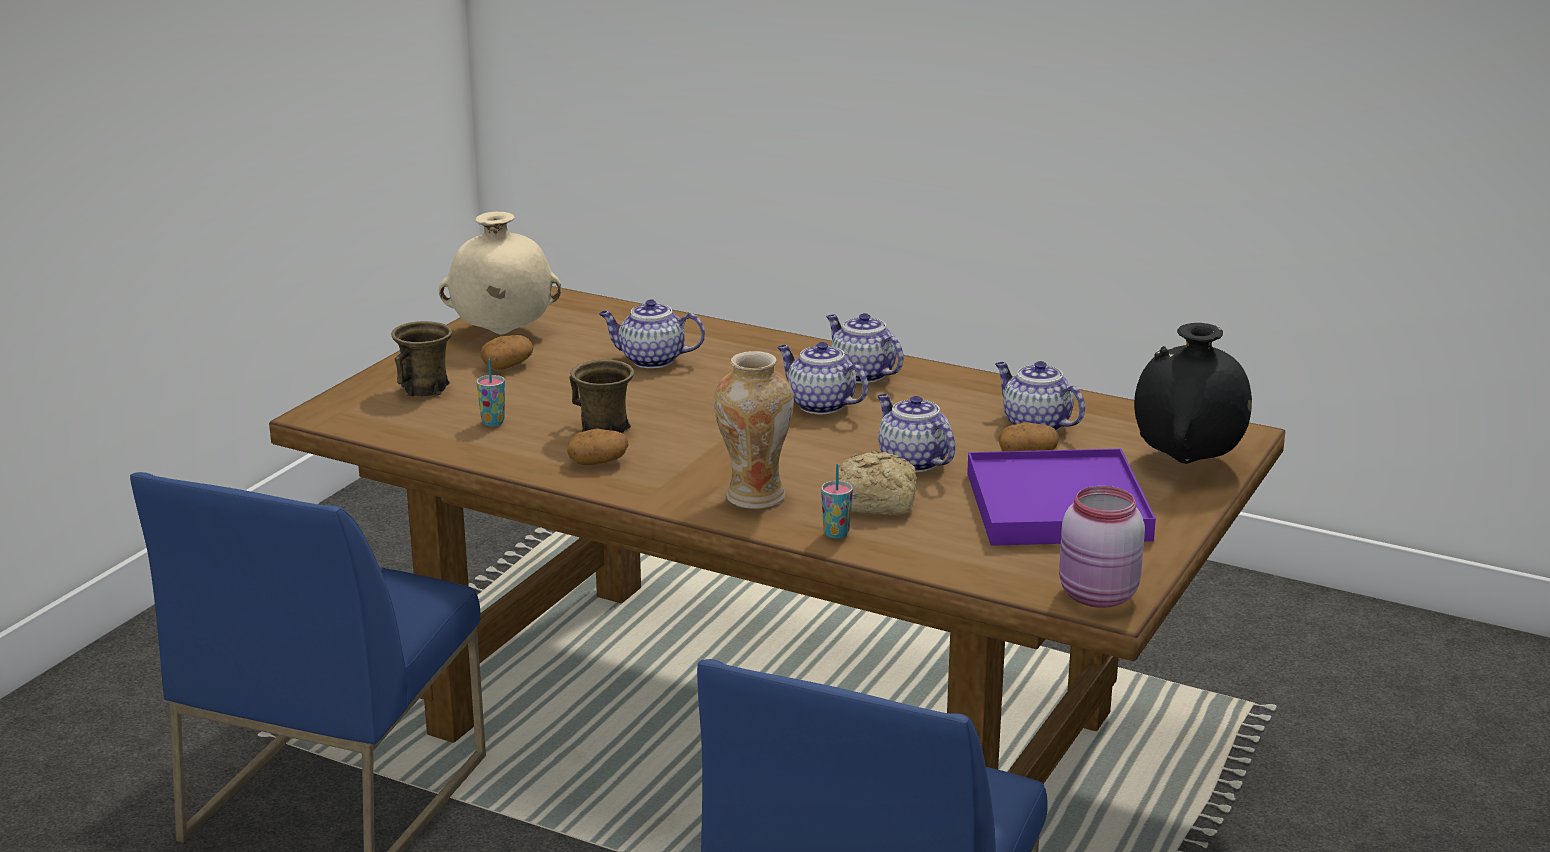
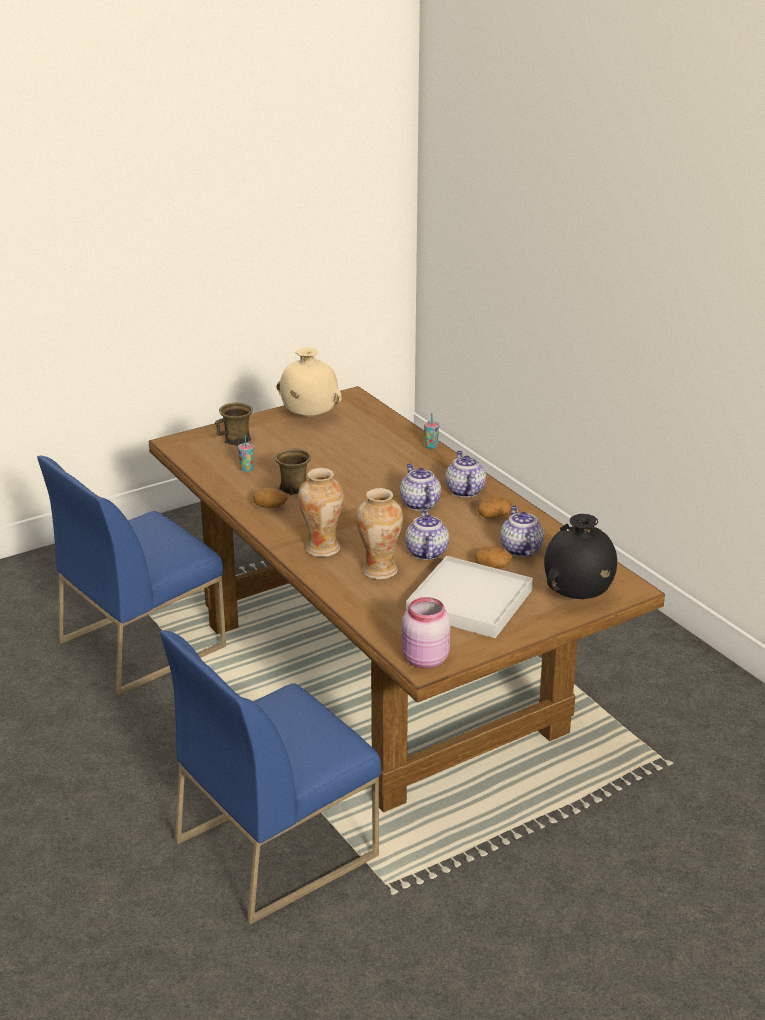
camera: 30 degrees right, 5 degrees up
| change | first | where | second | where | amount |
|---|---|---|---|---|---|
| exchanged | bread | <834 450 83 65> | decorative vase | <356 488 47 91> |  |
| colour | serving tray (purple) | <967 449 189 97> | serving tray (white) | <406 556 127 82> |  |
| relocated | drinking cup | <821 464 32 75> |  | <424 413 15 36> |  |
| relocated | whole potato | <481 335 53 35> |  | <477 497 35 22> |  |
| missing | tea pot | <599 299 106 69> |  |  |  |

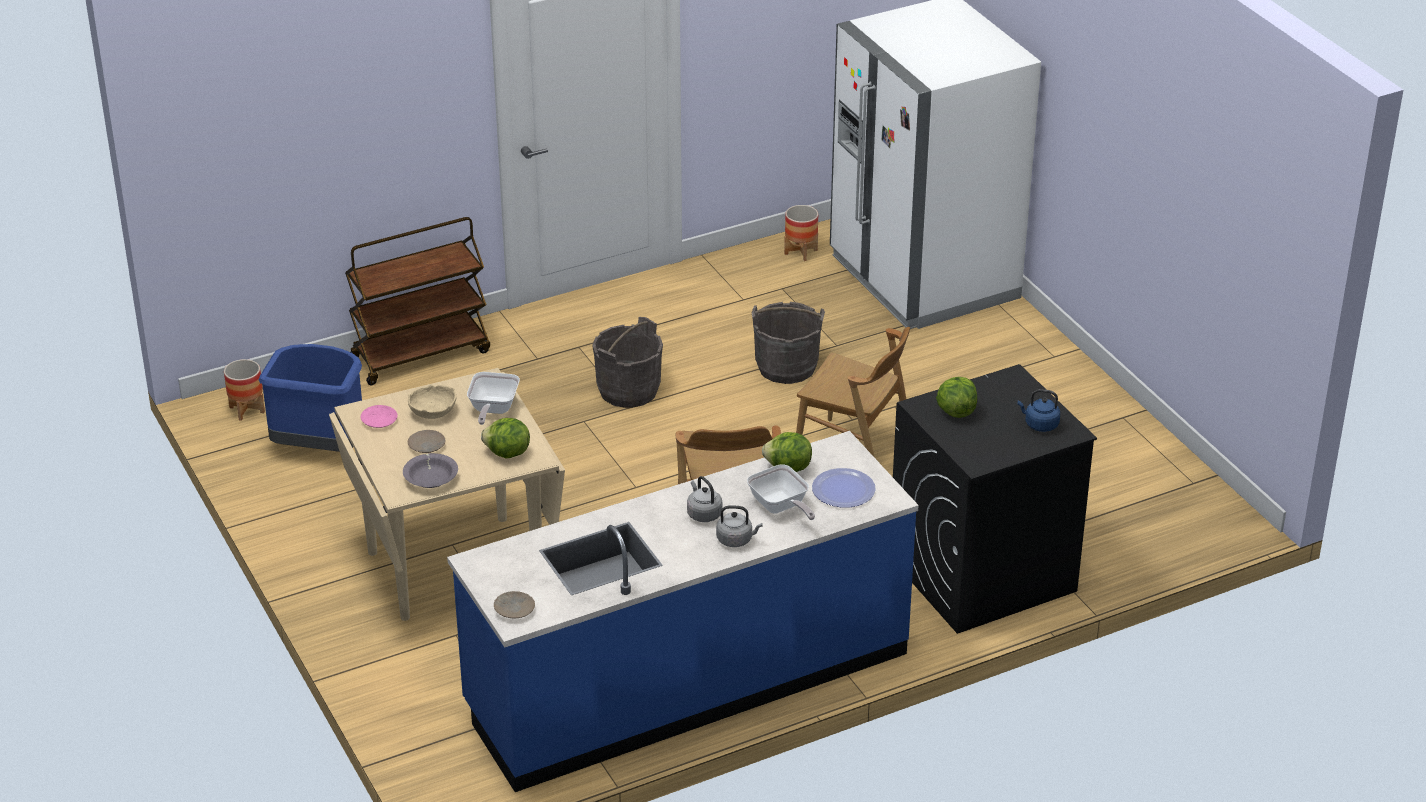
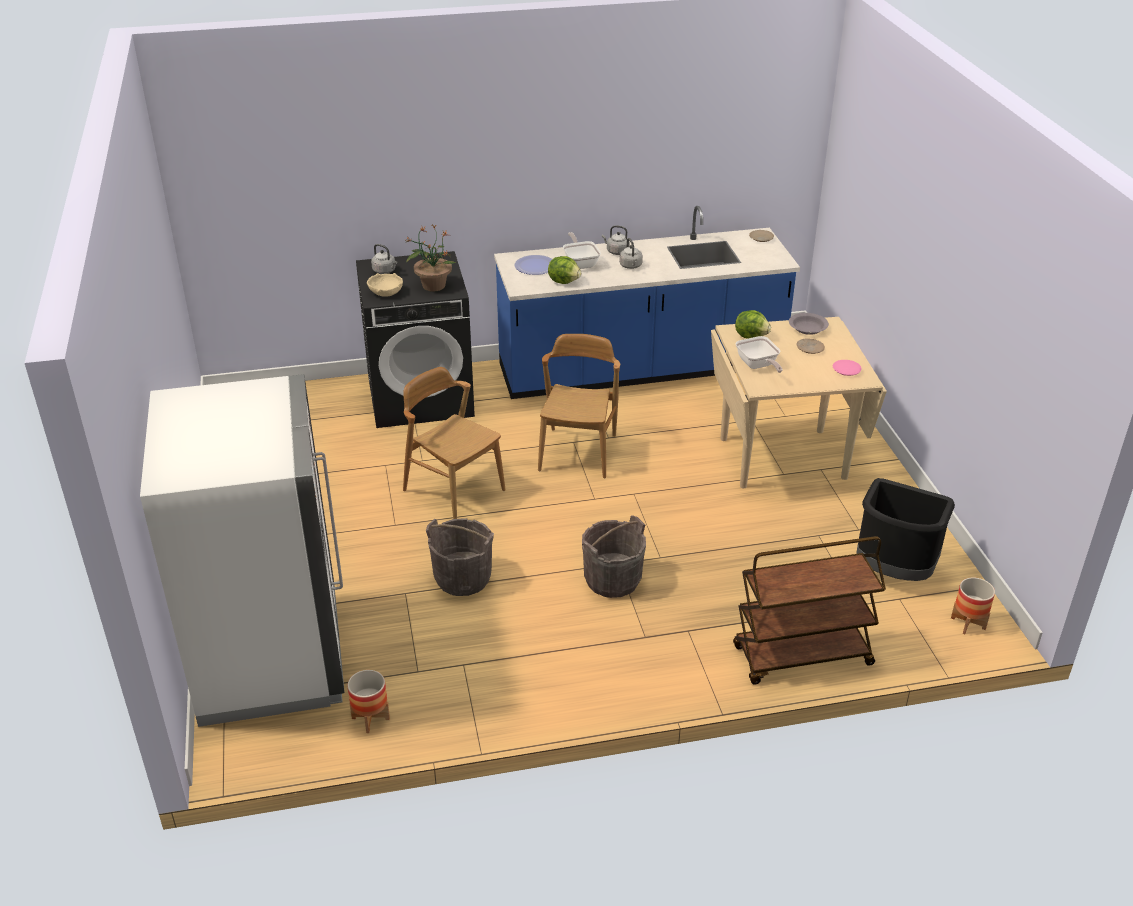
camera: 165 degrees left, 0 degrees up
| change | first | where | second | where | amount |
|---|---|---|---|---|---|
| relocated | bowl (beige) | <408 384 48 35> |  | <367 273 36 24> |  |
| colour | water kettle (blue-coloured) | <1018 389 42 43> | water kettle (greyish) | <371 244 26 30> |  |
| exchanged | lettuce | <936 377 41 41> | plant in a pot | <406 226 50 66> |  |
| spun | frying pan | <467 372 53 53> |  | <736 336 47 37> | 135 degrees clockwise |
| colour | rubbish bin (blue-coloured) | <259 344 103 108> | rubbish bin (black-coloured) | <856 478 99 103> |  |

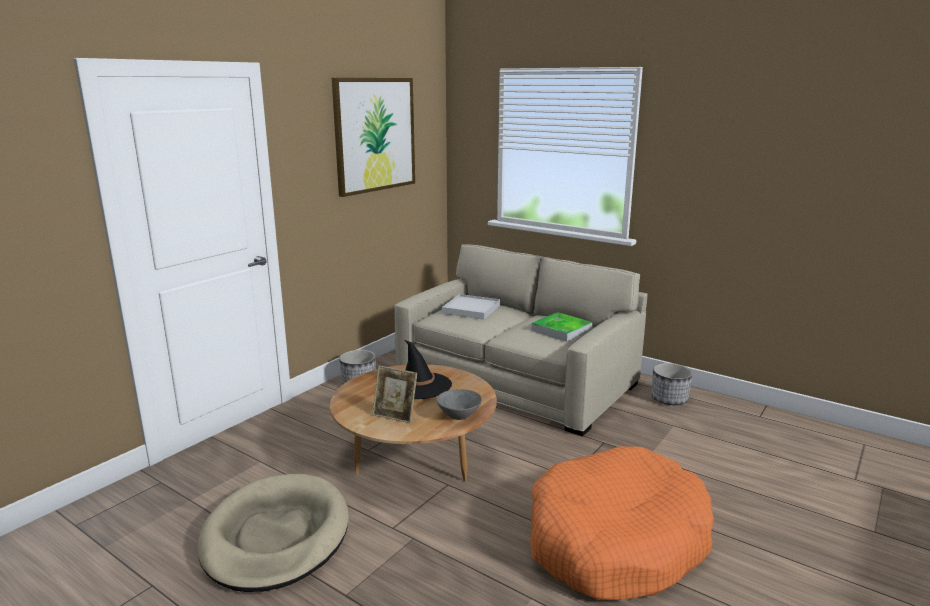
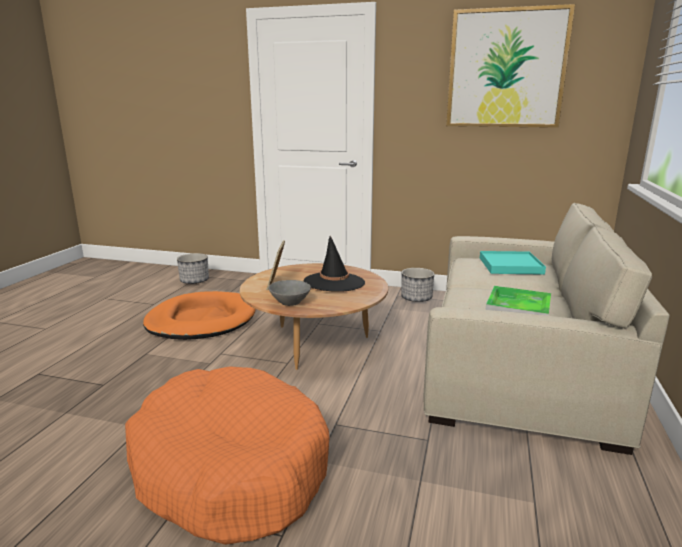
camera: 70 degrees right, 0 degrees up
| change | first | where | second | where | amount |
|---|---|---|---|---|---|
| colour | dog bed (beige) | <198 474 151 118> | dog bed (orange) | <143 291 113 49> |  |
| relocated | plant pot | <651 363 42 42> |  | <177 253 32 31> |  |
| colour | serving tray (white) | <442 294 58 26> | serving tray (blue-green) | <480 251 66 24> |  |

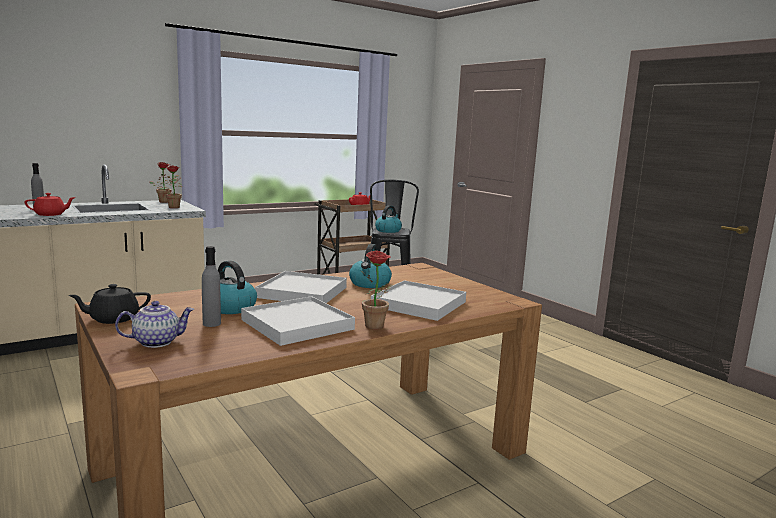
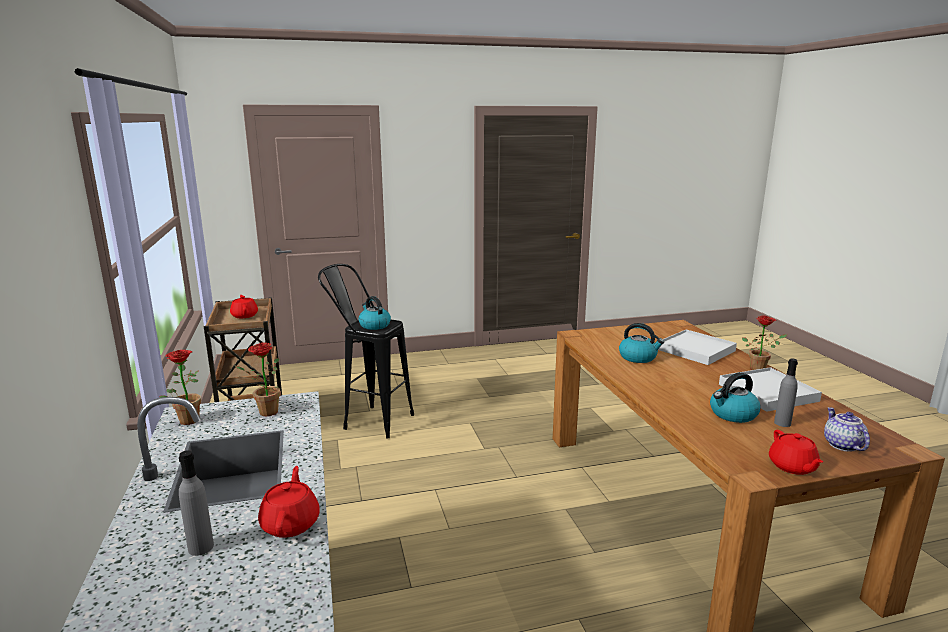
camera: 70 degrees left, 5 degrees up
| change | first | where | second | where | amount |
|---|---|---|---|---|---|
| colour | tea pot (black-coloured) | <68 284 83 40> | tea pot (red-coloured) | <769 430 54 45> |  |
| missing | serving tray (white) | <255 271 92 32> |  |  |  |

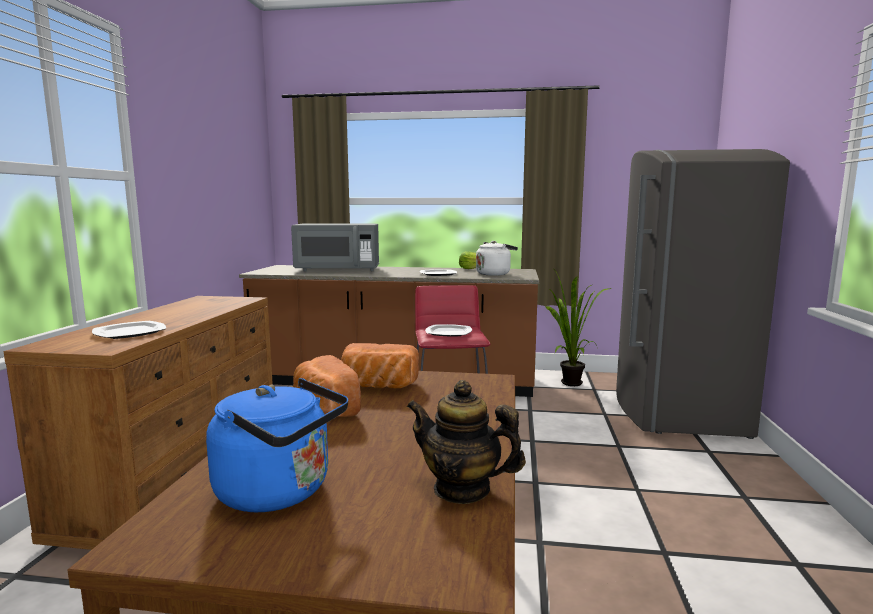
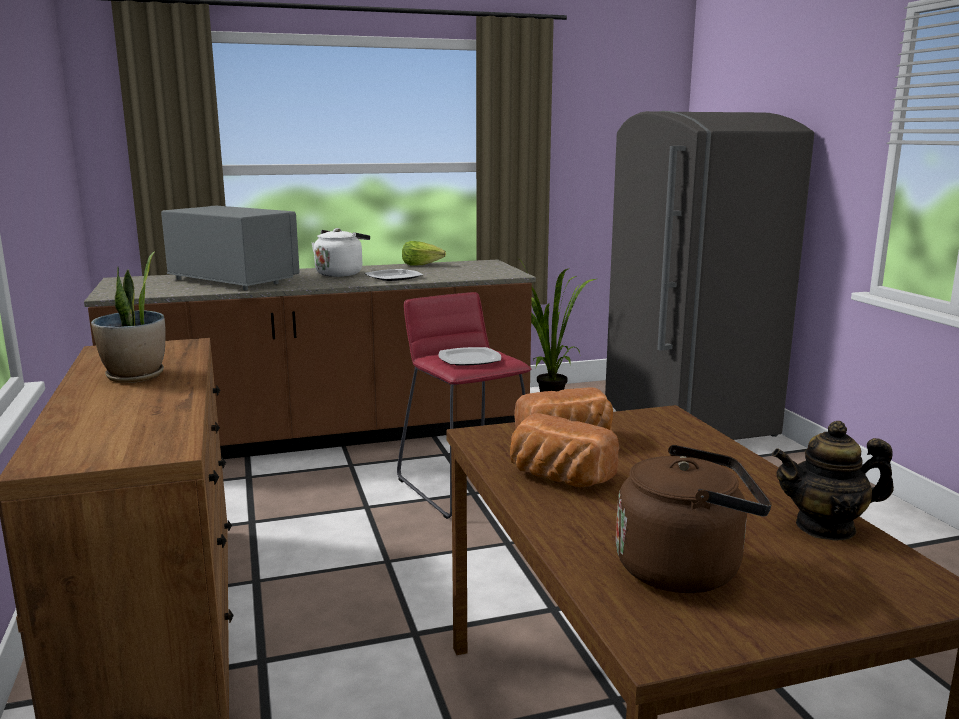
camera: 25 degrees left, 5 degrees up
| change | first | where | second | where | amount |
|---|---|---|---|---|---|
| appeared |  |  | plant in a pot | <91 252 75 131> |  |
| spun | microwave oven (greyish) | <291 223 88 49> |  | <161 206 138 84> | 120 degrees counterclockwise |
| relocated | water kettle (white) | <476 241 42 35> |  | <312 228 58 49> |  |
| colour | water kettle (blue-coloured) | <206 378 142 134> | water kettle (brown) | <616 445 156 148> |  |
| missing | plate | <92 321 74 18> |  |  |  |

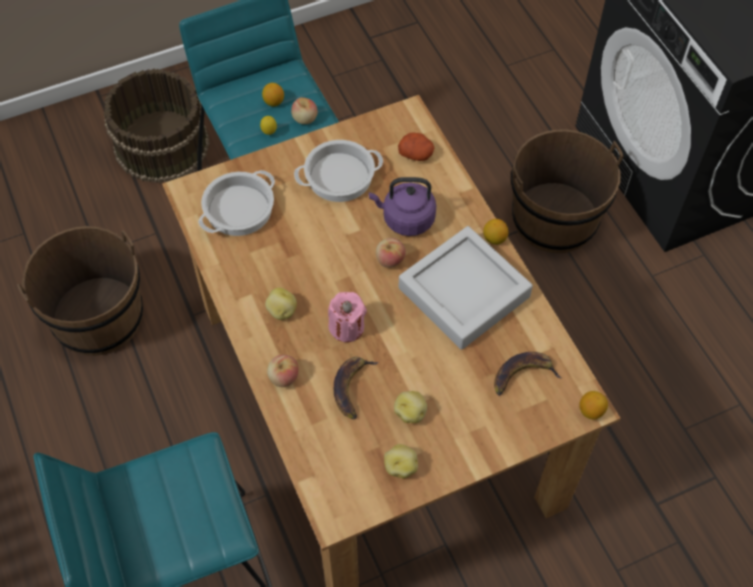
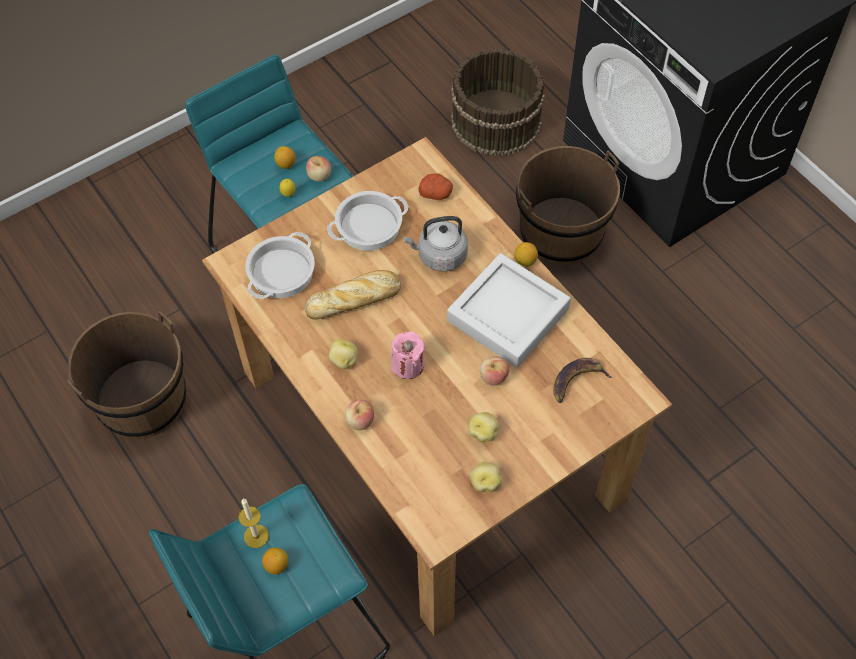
camera: 10 degrees left, 0 degrees up
| change | first | where | second | where | amount |
|---|---|---|---|---|---|
| appeared |  |  | wax light | <238 499 31 49> |  |
| relocated | citrus fruit | <579 391 29 29> |  | <262 547 27 28> |  |
| appeared |  |  | bread | <305 270 96 49> |  |
| colour | water kettle (purple) | <369 177 67 59> | water kettle (greyish) | <403 216 65 56> |  |
| relocated | pail (brown) | <103 68 107 115> |  | <451 48 94 108> |  |
| relocated | apple | <376 238 30 30> |  | <480 356 29 30> |  |
| missing | banana fruit | <334 357 44 62> |  |  |  |

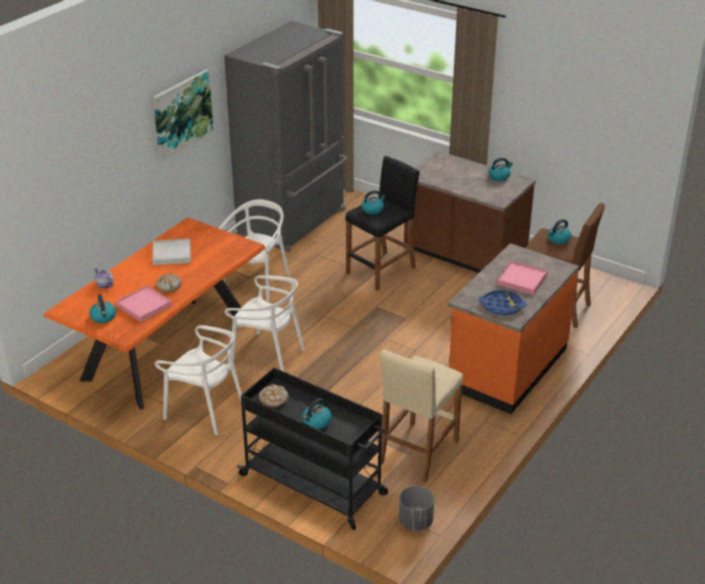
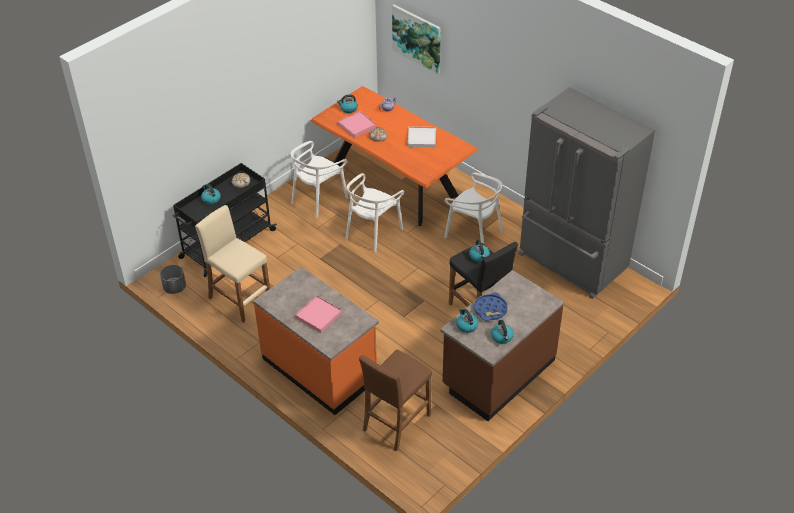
camera: 100 degrees right, 10 degrees up
| change | first | where | second | where | amount |
|---|---|---|---|---|---|
| relocated | wall art | <153 69 60 91> |  | <392 4 49 70> |  |
| relocated | water kettle | <548 219 23 25> |  | <456 308 22 25> |  |
| relocated | serving tray (blue-coloured) | <479 290 48 25> |  | <474 293 33 28> |  |

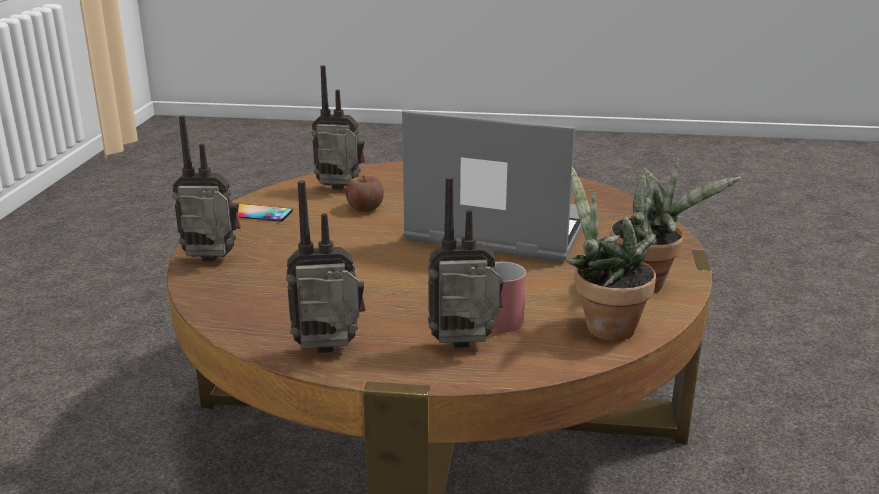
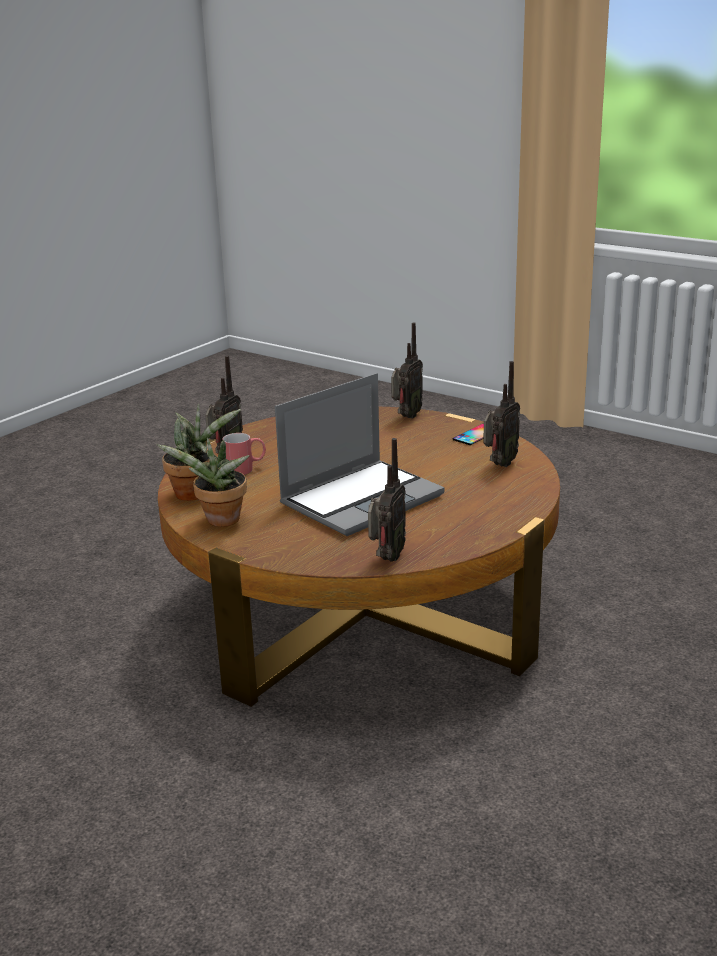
camera: 120 degrees right, 0 degrees up
| change | first | where | second | where | amount |
|---|---|---|---|---|---|
| relocated | radio | <286 180 79 173> |  | <368 438 38 124> |  |
| missing | apple | <346 175 38 37> |  |  |  |

